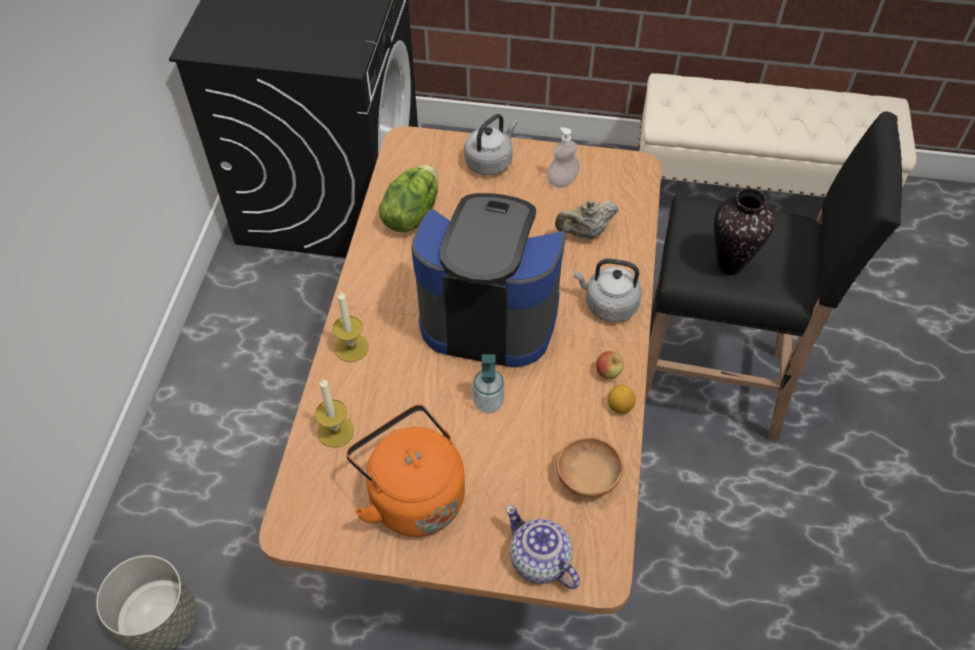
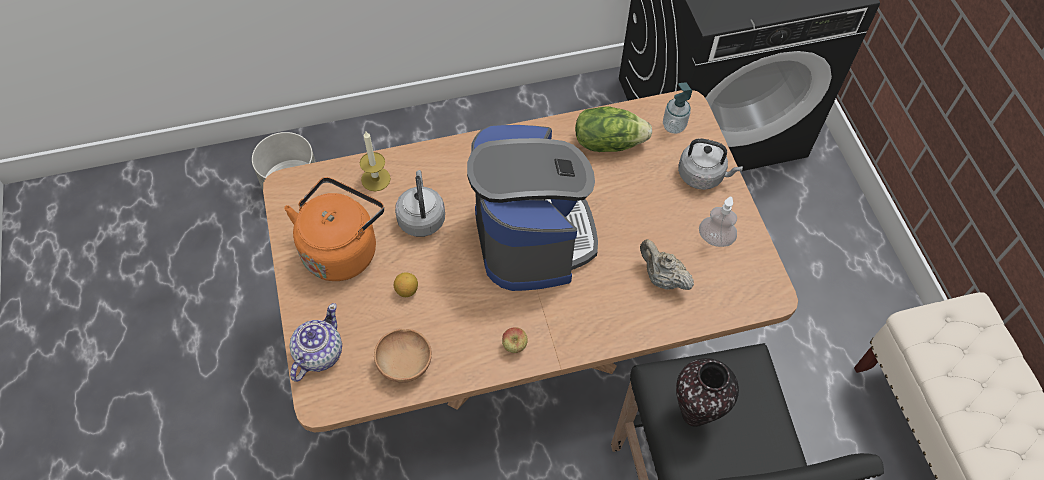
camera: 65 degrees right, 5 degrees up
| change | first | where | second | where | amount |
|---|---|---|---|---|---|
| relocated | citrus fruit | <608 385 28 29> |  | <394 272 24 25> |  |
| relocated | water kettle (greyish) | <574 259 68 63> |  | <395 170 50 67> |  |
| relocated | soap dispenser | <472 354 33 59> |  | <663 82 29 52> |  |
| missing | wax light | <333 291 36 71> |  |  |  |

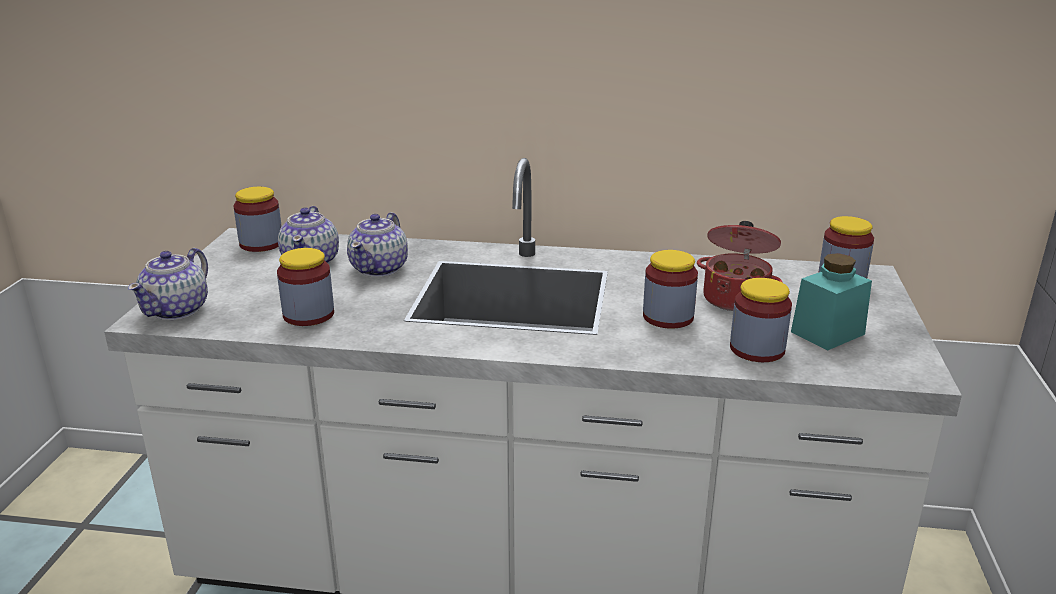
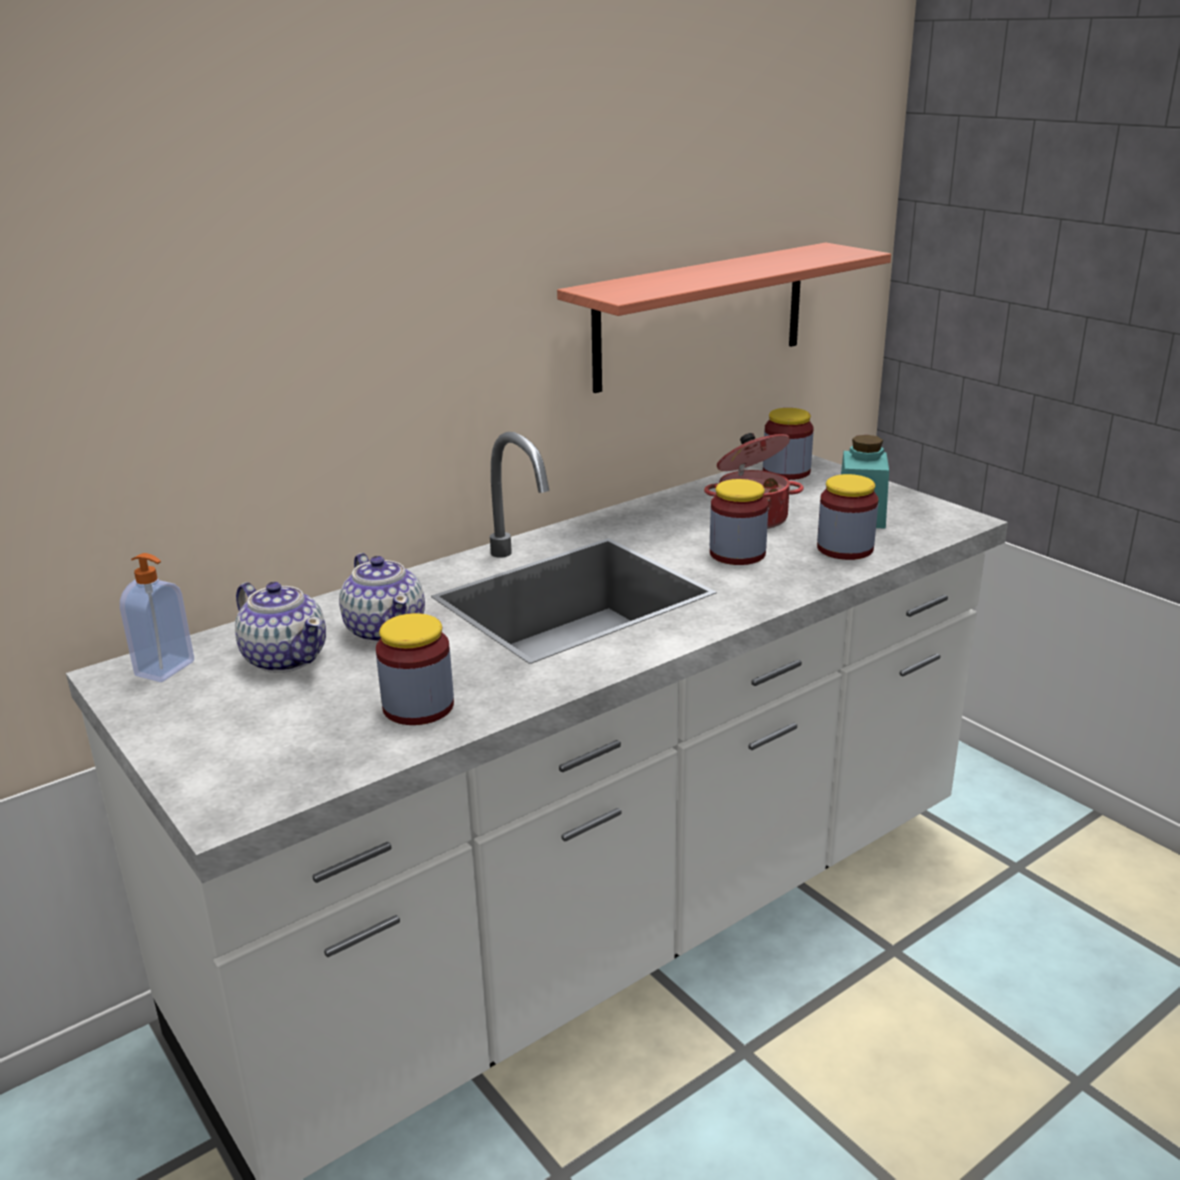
camera: 45 degrees left, 0 degrees up
| change | first | where | second | where | amount |
|---|---|---|---|---|---|
| exchanged | jar | <233 187 49 65> | soap dispenser | <120 553 74 129> |  |
| appeared |  |  | wall shelf | <557 243 334 150> |  |
| missing | tea pot | <128 248 80 72> |  |  |  |

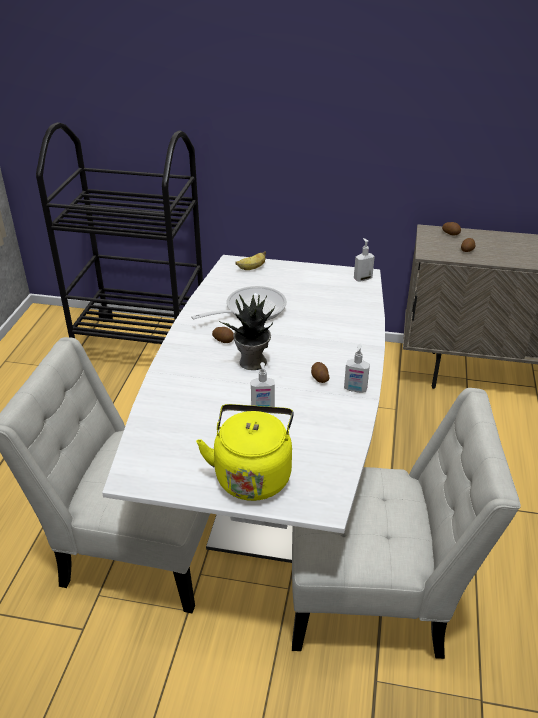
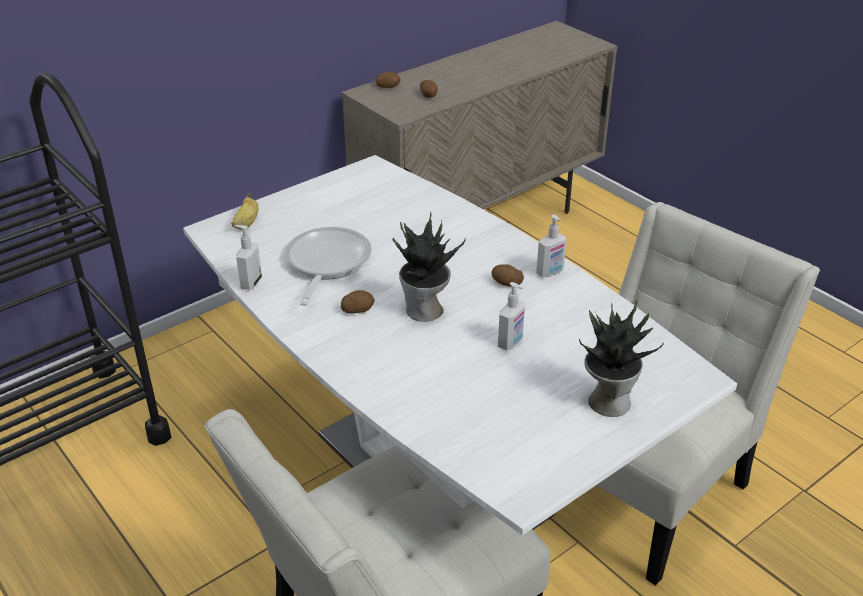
camera: 50 degrees left, 0 degrees up
| change | first | where | second | where | amount |
|---|---|---|---|---|---|
| relocated | soap dispenser | <354 238 21 43> |  | <235 225 27 65> |  |
| exchanged | water kettle (yellowish) | <196 404 98 97> | plant in a pot | <579 300 85 117> |  |

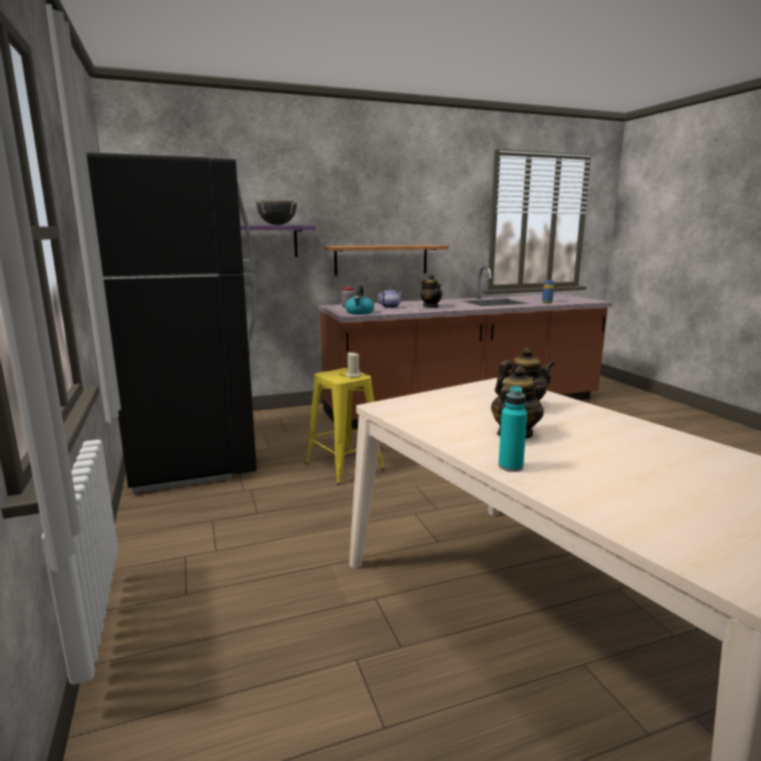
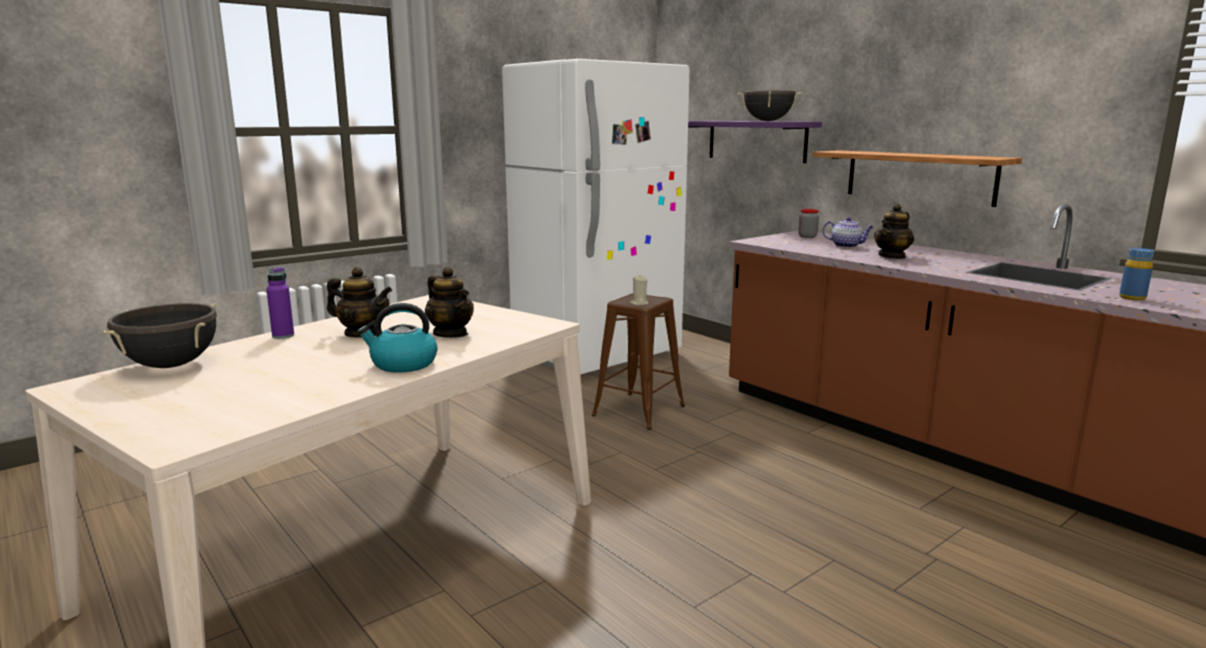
camera: 70 degrees right, 0 degrees up
| change | first | where | second | where | amount |
|---|---|---|---|---|---|
| appeared |  |  | saucepot (black-coloured) | <103 303 114 65> |  |
| colour | bottle (blue-green) | <498 386 29 86> | bottle (purple) | <266 268 28 71> |  |
| relocated | water kettle | <345 285 29 30> |  | <357 303 80 70> |  |
| colour | kitchen fridge (black-coloured) | <86 152 171 341> | kitchen fridge (white) | <502 59 187 316> |  |
| colour | stool seat (yellowish) | <305 368 80 117> | stool seat (brown) | <592 293 93 137> |  |

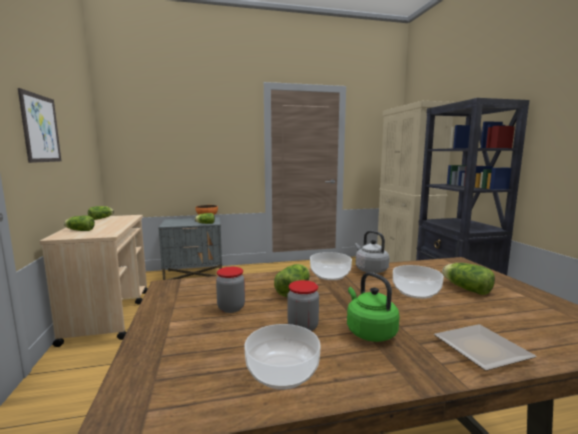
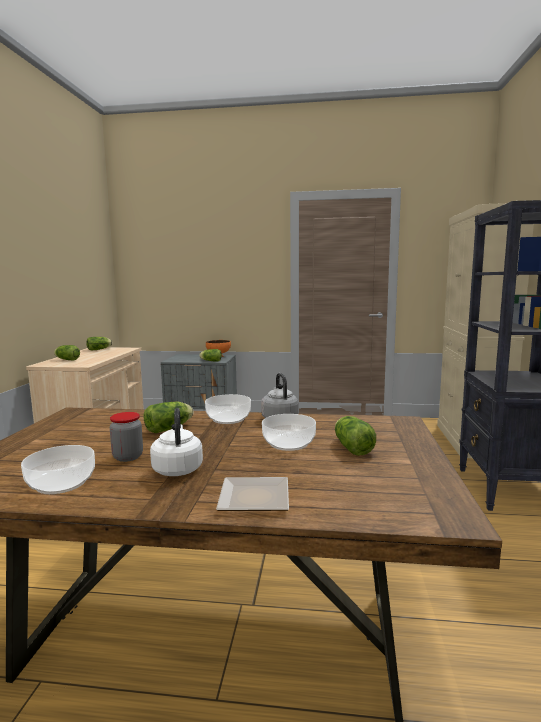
camera: 20 degrees right, 0 degrees up
| change | first | where | second | where | amount |
|---|---|---|---|---|---|
| colour | water kettle (green) | <347 272 52 70> | water kettle (white) | <150 408 53 68> |  |
| missing | wall art | <18 88 43 75> |  |  |  |
| missing | jar | <216 267 29 46> |  |  |  |

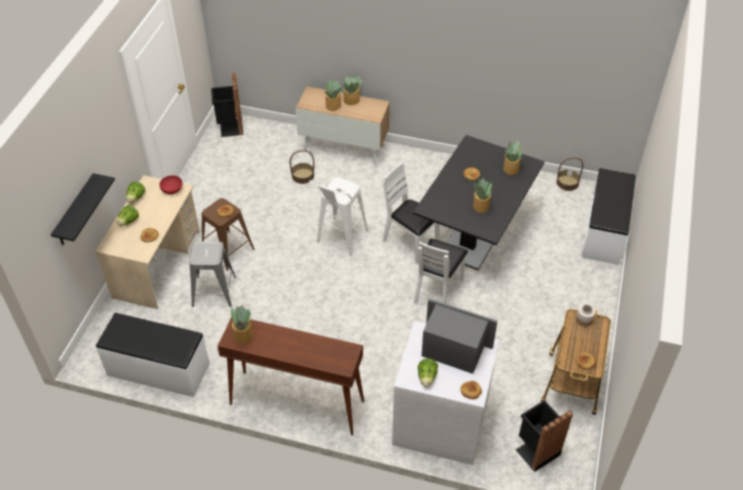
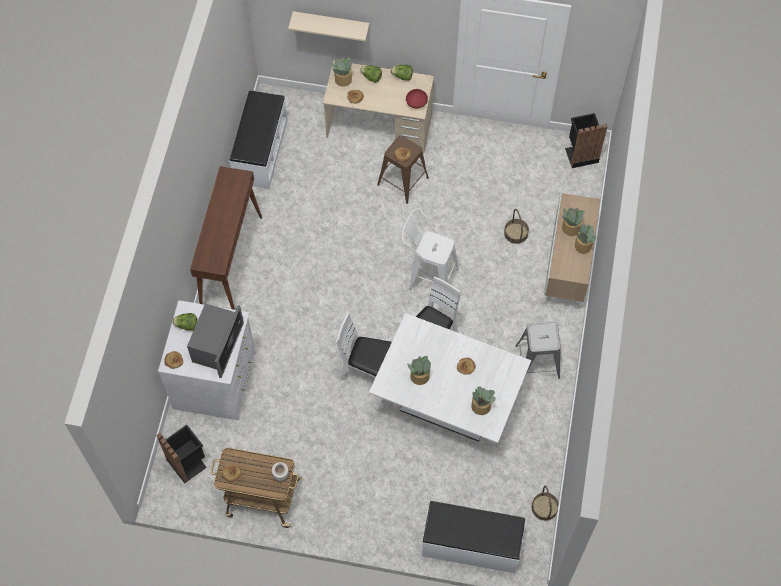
camera: 85 degrees right, 15 degrees up
| change | first | where | second | where | amount |
|---|---|---|---|---|---|
| colour | wall shelf (black-coloured) | <51 173 64 72> | wall shelf (beige) | <288 11 81 30> |  |
| relocated | plant in a pot | <230 305 23 39> |  | <331 57 21 30> |  |
| colour | dining table (black-coloured) | <413 135 132 135> | dining table (white) | <369 313 162 130> |  |
| relocated | stool seat (greyish) | <189 241 47 66> |  | <516 322 45 57> |  |

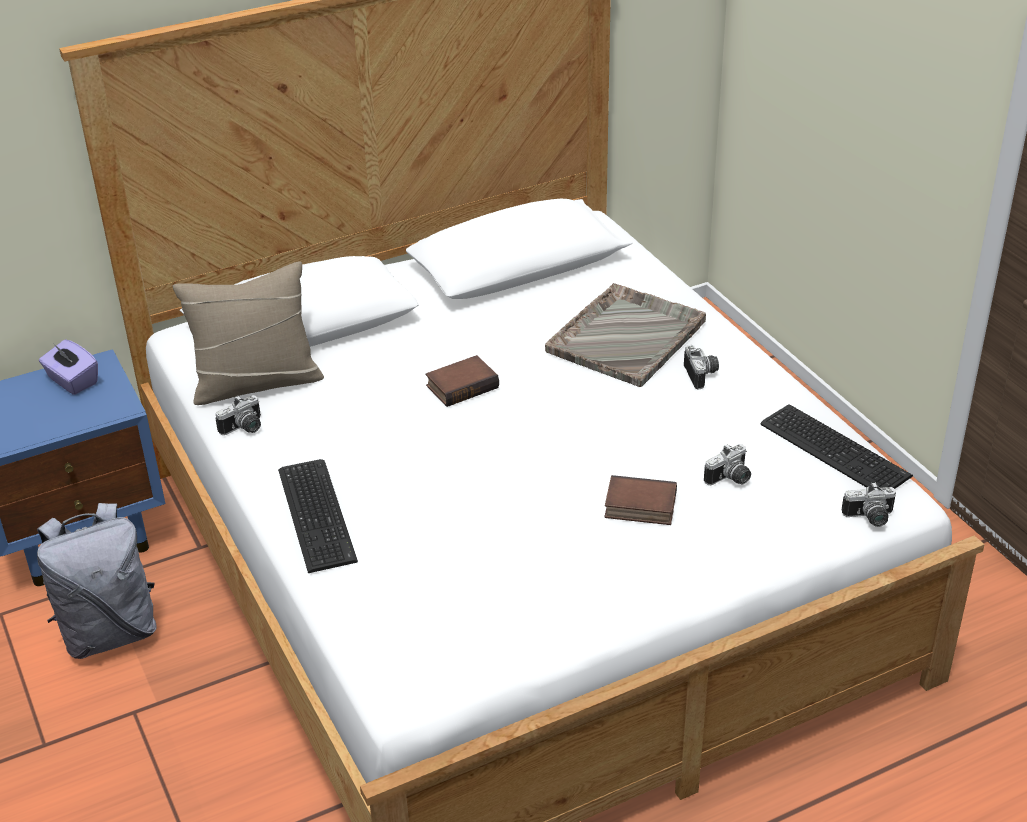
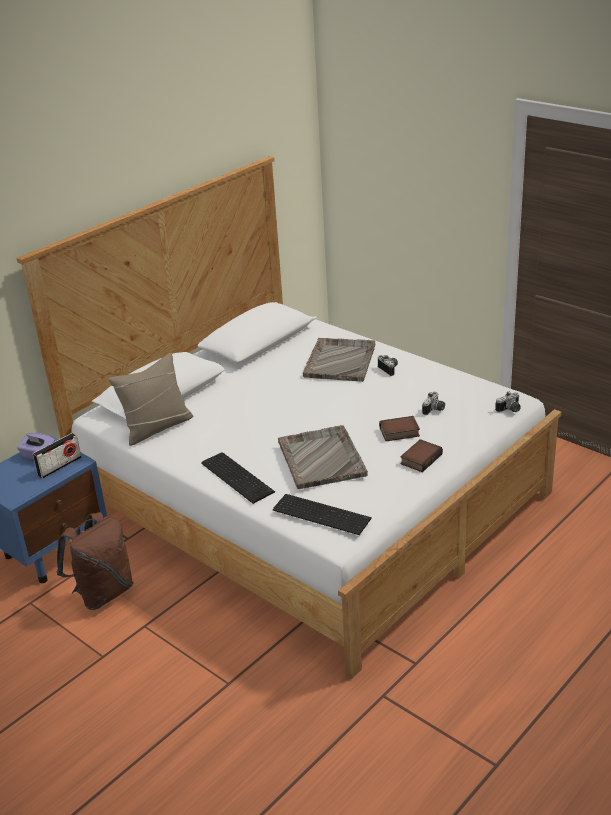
camera: 20 degrees left, 5 degrees down
| change | first | where | second | where | amount |
|---|---|---|---|---|---|
| appeared |  |  | radio | <33 433 49 45> |  |
| colour | backpack (greyish) | <37 503 119 156> | backpack (brown) | <57 512 76 98> |  |
| relocated | computer keyboard | <760 404 153 85> |  | <273 494 99 41> |  |
| appeared |  |  | serving tray (greyish) | <278 425 90 64> |  |
| relocated | volume | <426 355 73 52> |  | <400 439 43 33> |  |
| missing | still camera | <215 395 46 40> |  |  |  |

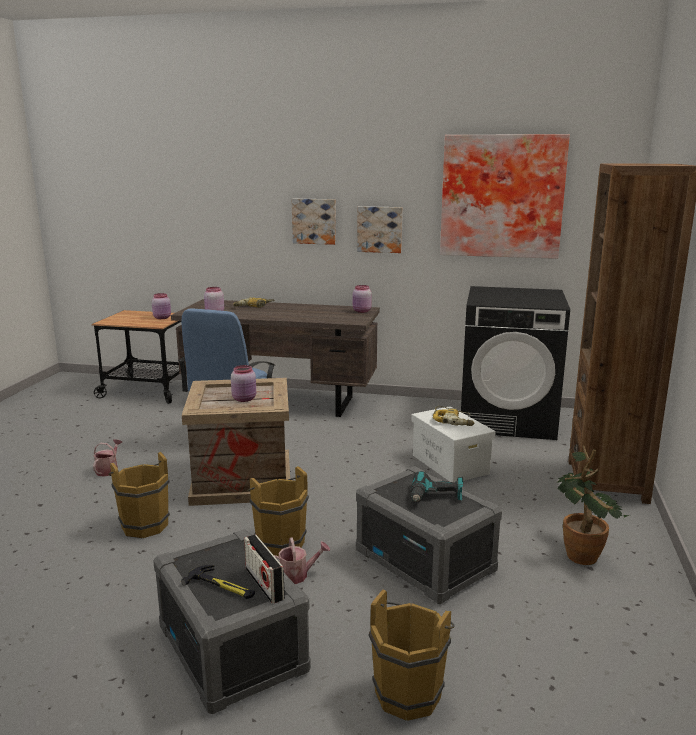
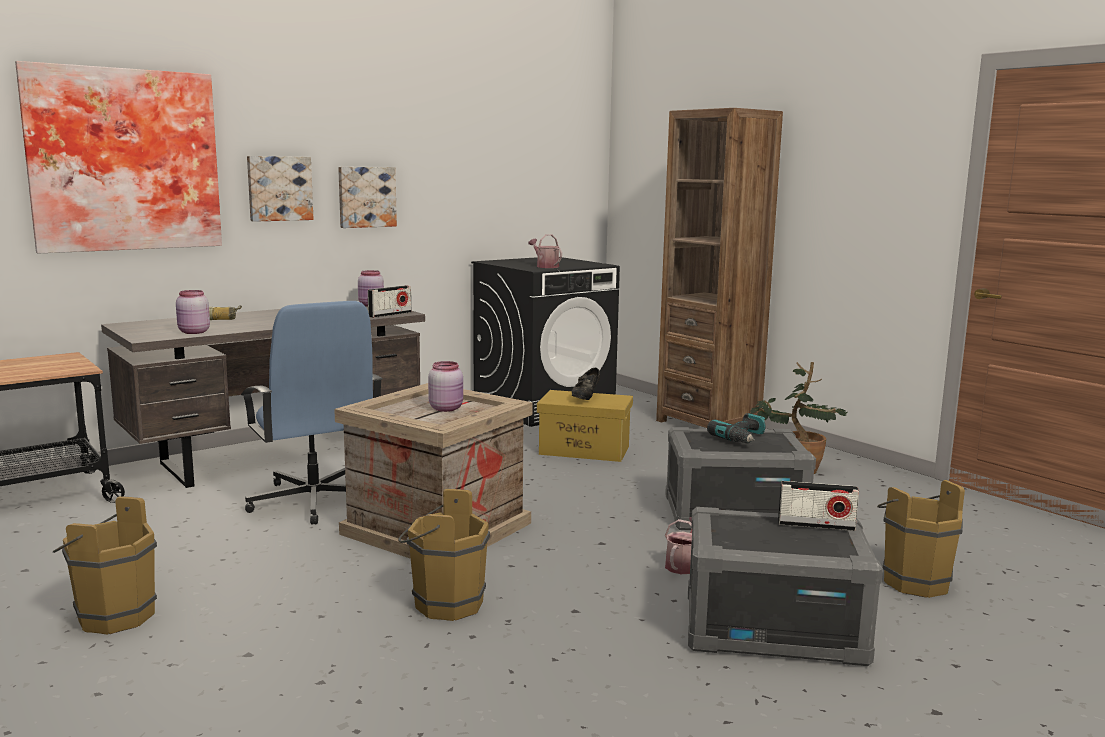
camera: 50 degrees left, 5 degrees down
| change | first | where | second | where | amount |
|---|---|---|---|---|---|
| relocated | wall art | <440 134 130 125> |  | <15 61 207 193> |  |
| relocated | pail (brown) | <247 466 62 91> |  | <53 496 104 139> |  |
| appeared |  |  | radio | <368 285 43 33> |  |
| relocated | sprinkling can | <93 439 29 38> |  | <528 234 34 34> |  |
| colour | storage bin (white) | <411 406 85 76> | storage bin (yellowish) | <537 390 96 72> |  |
| exchanged | drill | <433 406 42 20> | low shoe (black-coloured) | <572 368 28 32> |  |
| missing | jar (pinkish) | <152 293 19 26> |  |  |  |
| missing | hand hammer | <181 565 74 34> |  |  |  |

